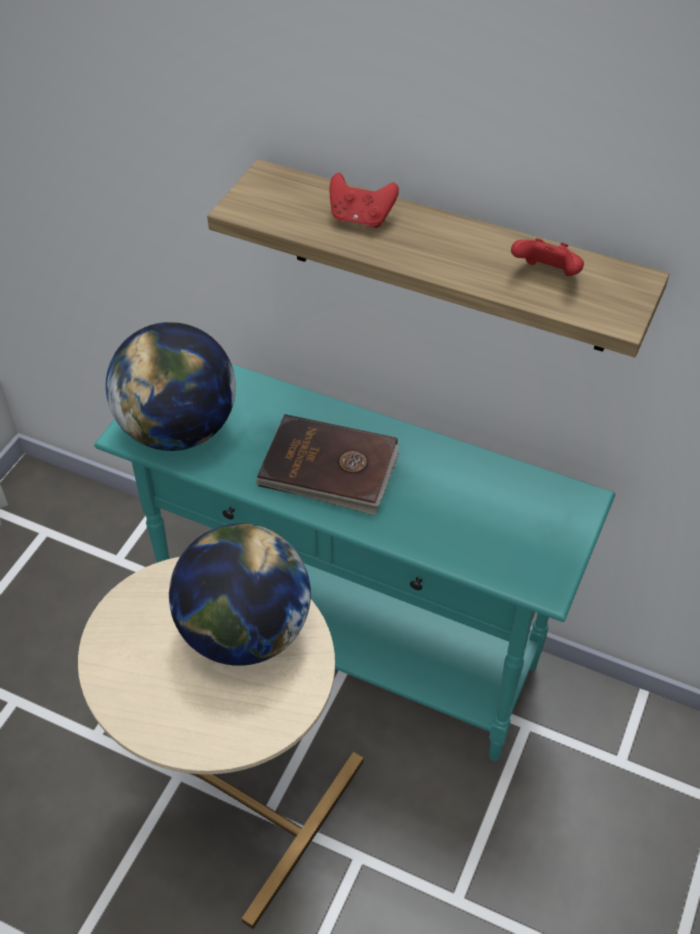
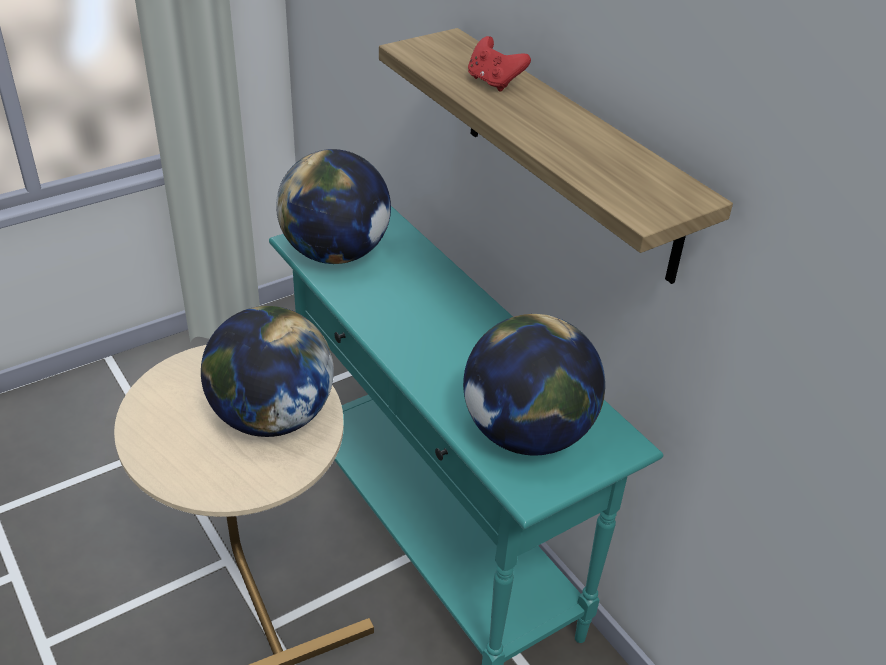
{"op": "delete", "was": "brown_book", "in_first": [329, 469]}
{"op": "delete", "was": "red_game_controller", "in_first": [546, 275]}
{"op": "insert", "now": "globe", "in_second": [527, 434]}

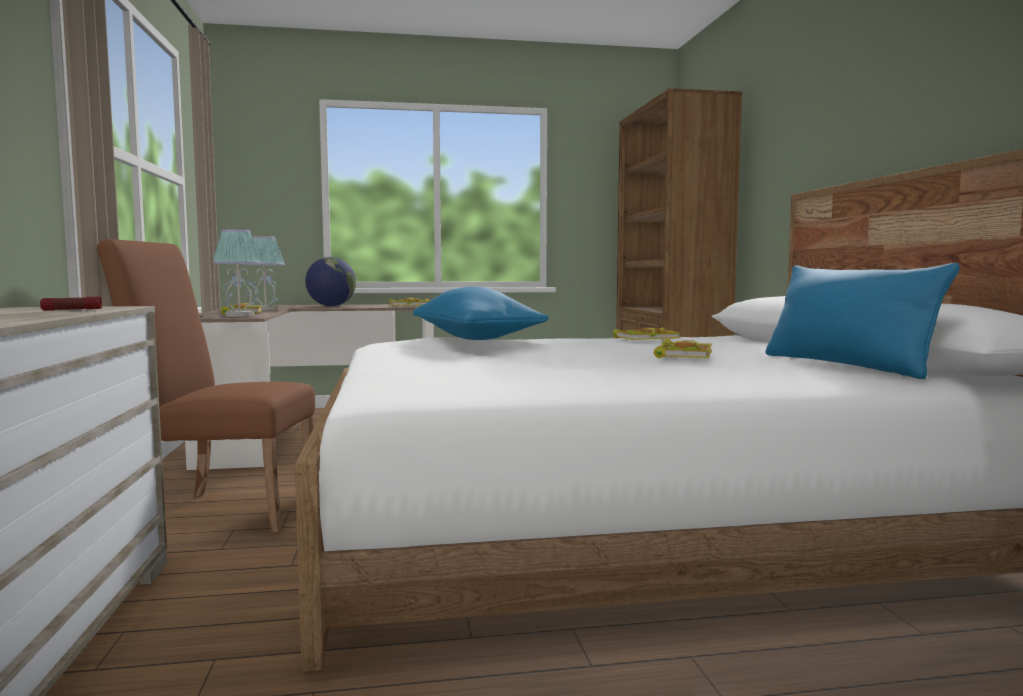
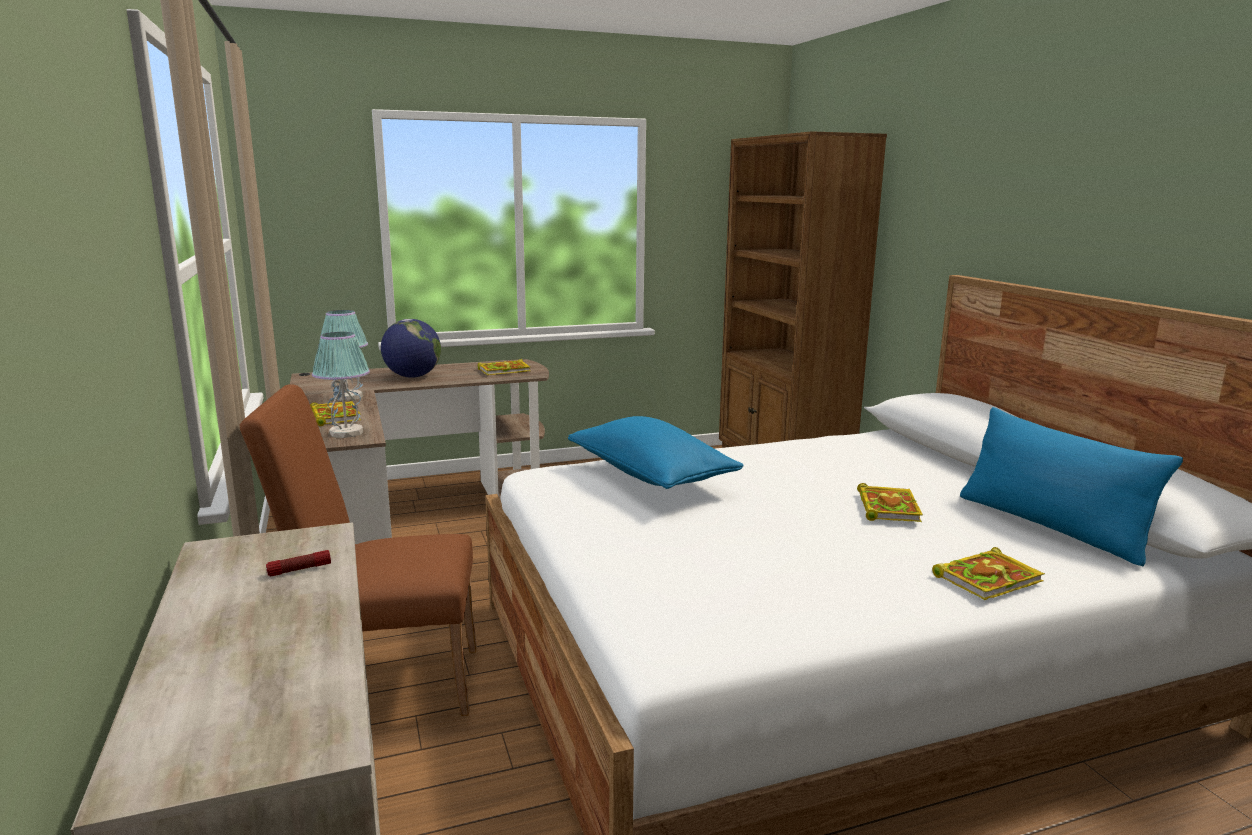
{"op": "move", "was": "book", "in_first": [647, 338], "in_second": [988, 578]}

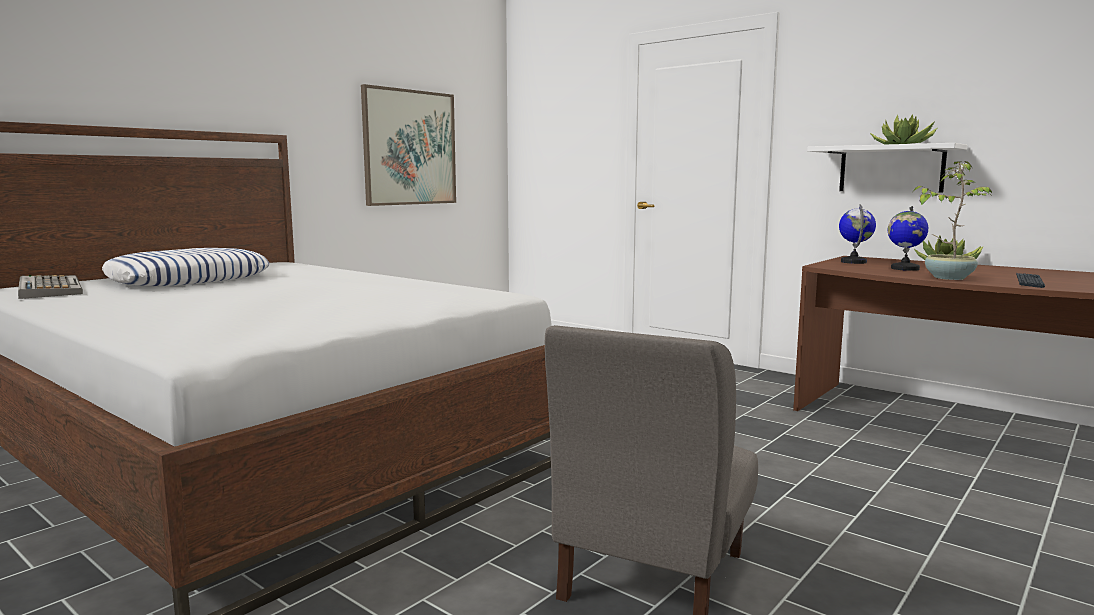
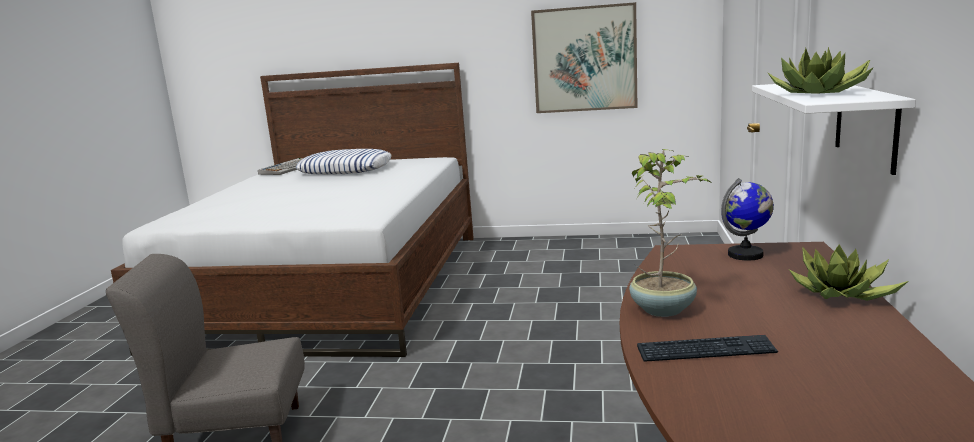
{"op": "delete", "was": "globe", "in_first": [904, 268]}

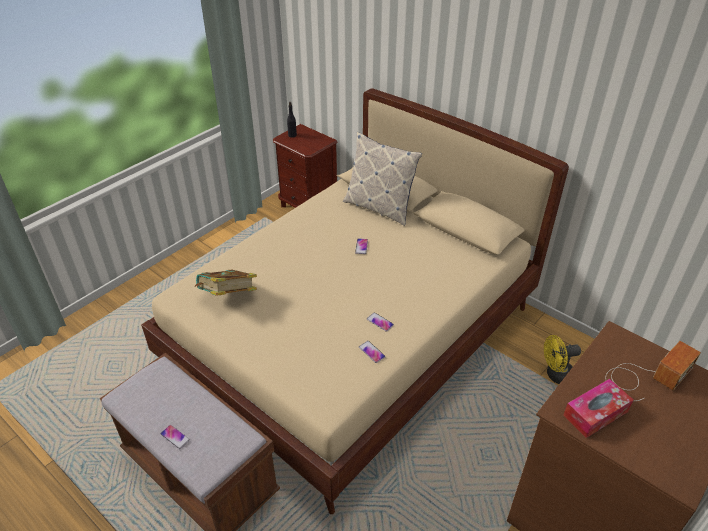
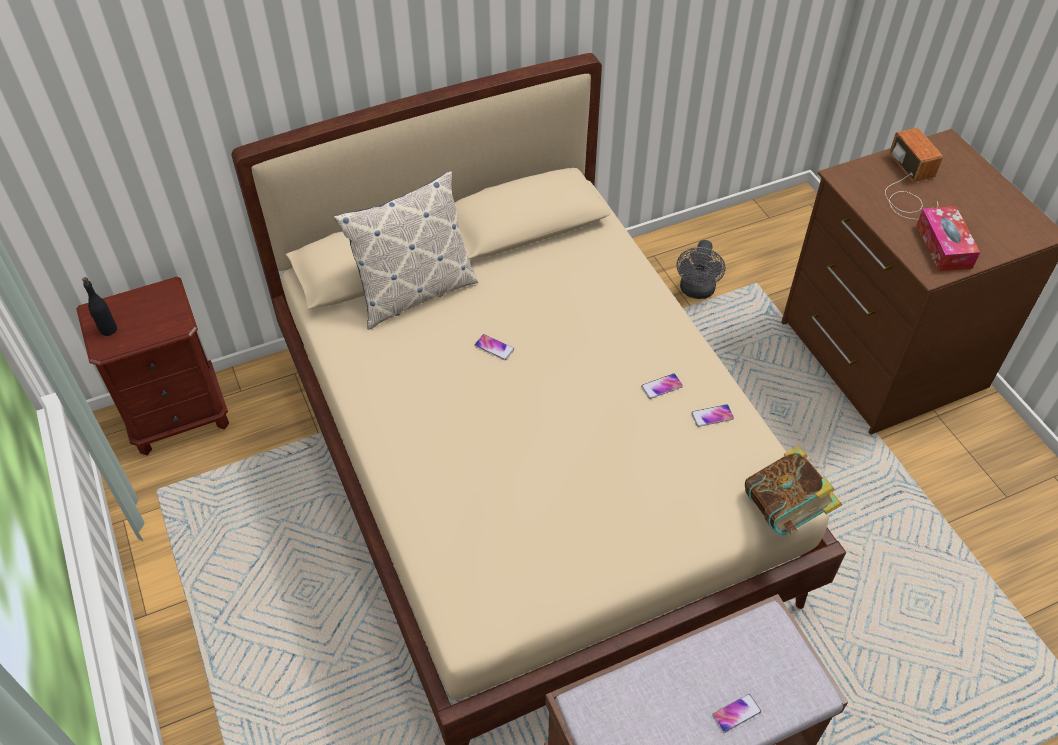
{"op": "move", "was": "book", "in_first": [228, 297], "in_second": [785, 510]}
{"op": "recolor", "was": "yellow_fan", "now": "grey_fan", "in_first": [555, 375], "in_second": [696, 291]}

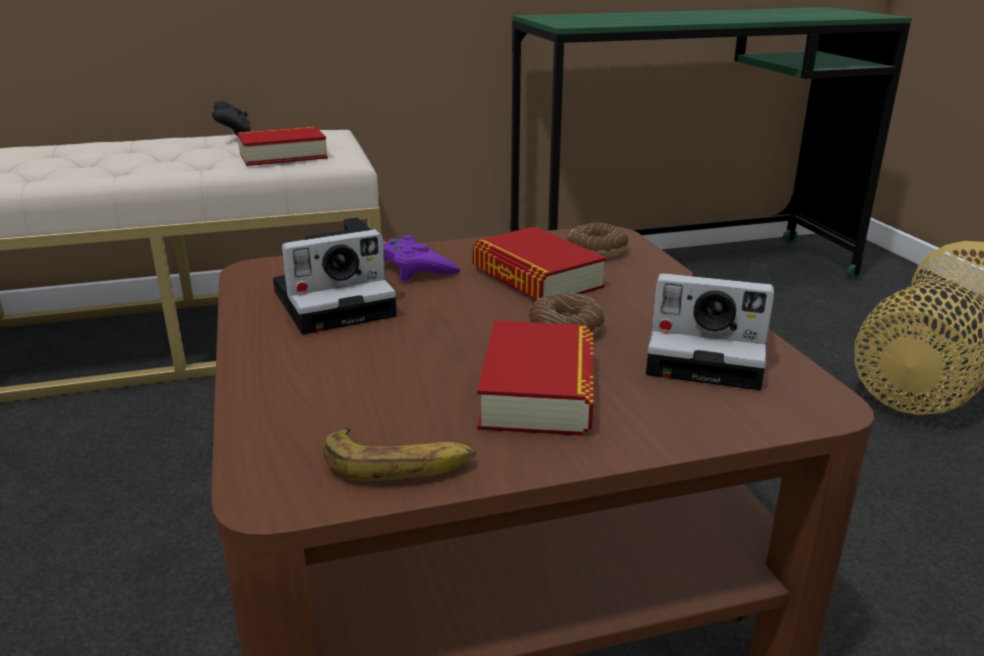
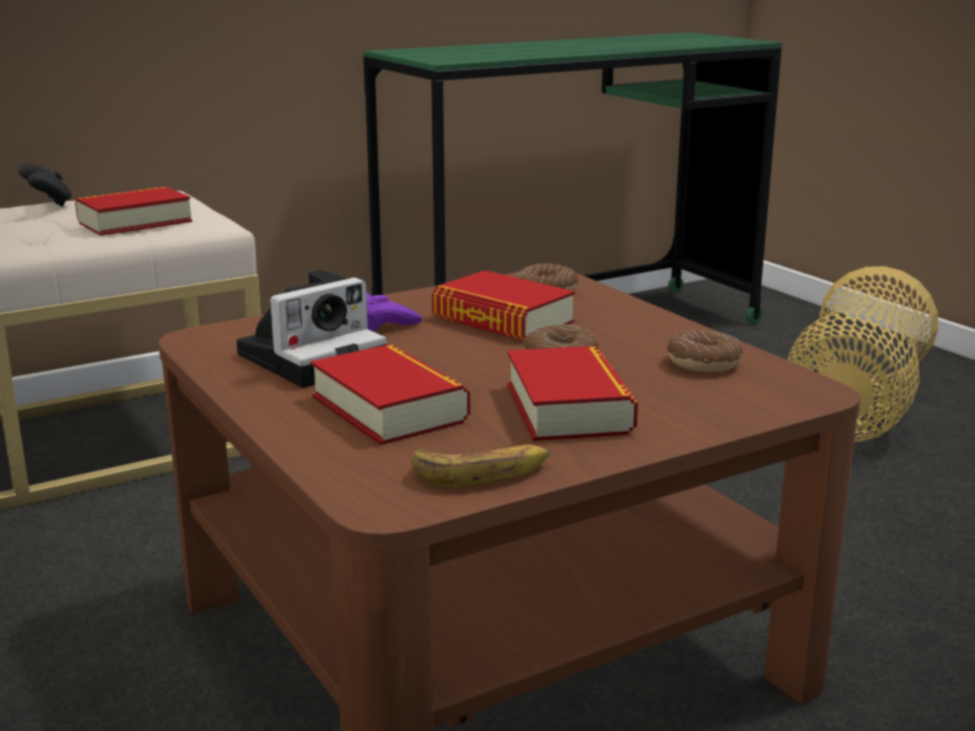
{"op": "insert", "now": "book", "in_second": [389, 408]}
{"op": "replace", "was": "photo_camera", "now": "donut", "in_first": [712, 351], "in_second": [704, 363]}

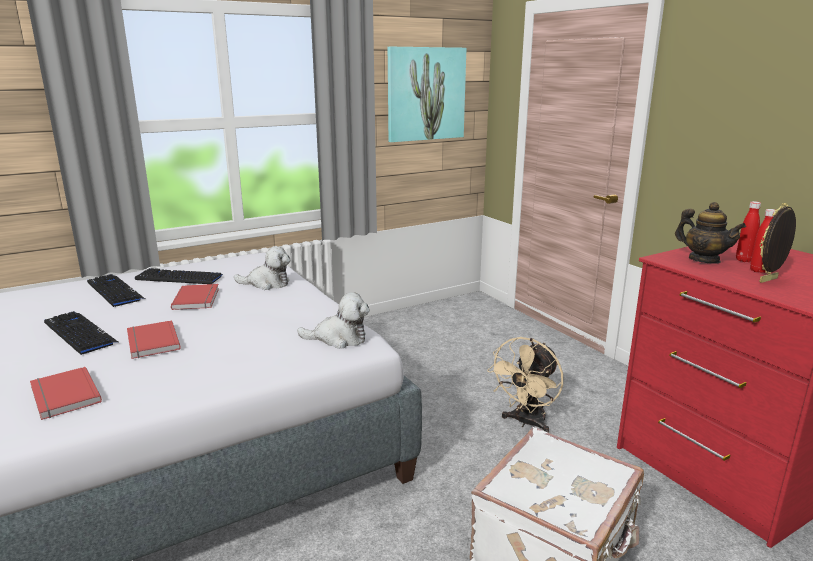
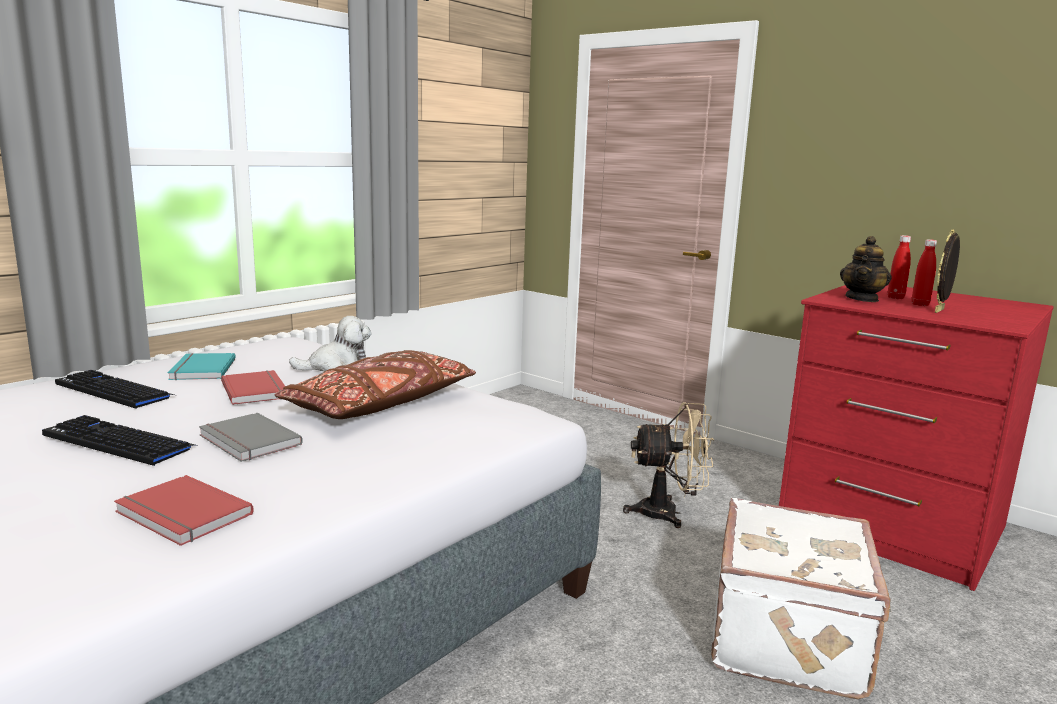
{"op": "delete", "was": "plush_toy", "in_first": [339, 338]}
{"op": "delete", "was": "picture", "in_first": [426, 94]}
{"op": "insert", "now": "brown_pillow", "in_second": [381, 404]}
{"op": "replace", "was": "keyboard", "now": "turquoise_book", "in_first": [180, 278], "in_second": [200, 369]}
{"op": "recolor", "was": "red_book", "now": "grey_book", "in_first": [151, 342], "in_second": [247, 441]}
{"op": "rotate", "was": "beige_fan", "in_first": [526, 422], "in_second": [668, 513], "clockwise": -105}
{"op": "rotate", "was": "teapot", "in_first": [704, 260], "in_second": [862, 299], "clockwise": 90}

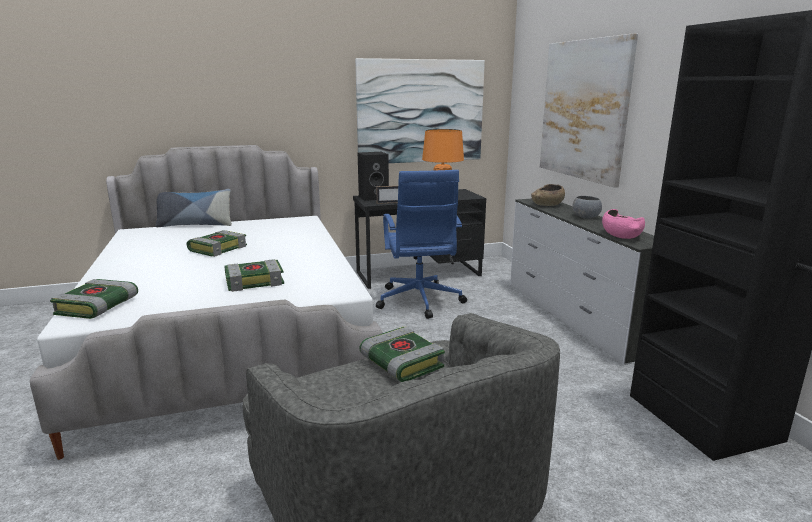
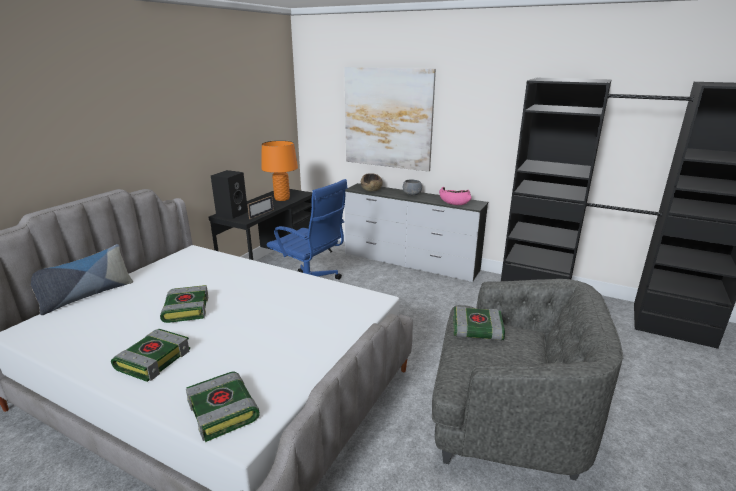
{"op": "delete", "was": "picture", "in_first": [420, 111]}
{"op": "move", "was": "book", "in_first": [255, 281], "in_second": [153, 359]}

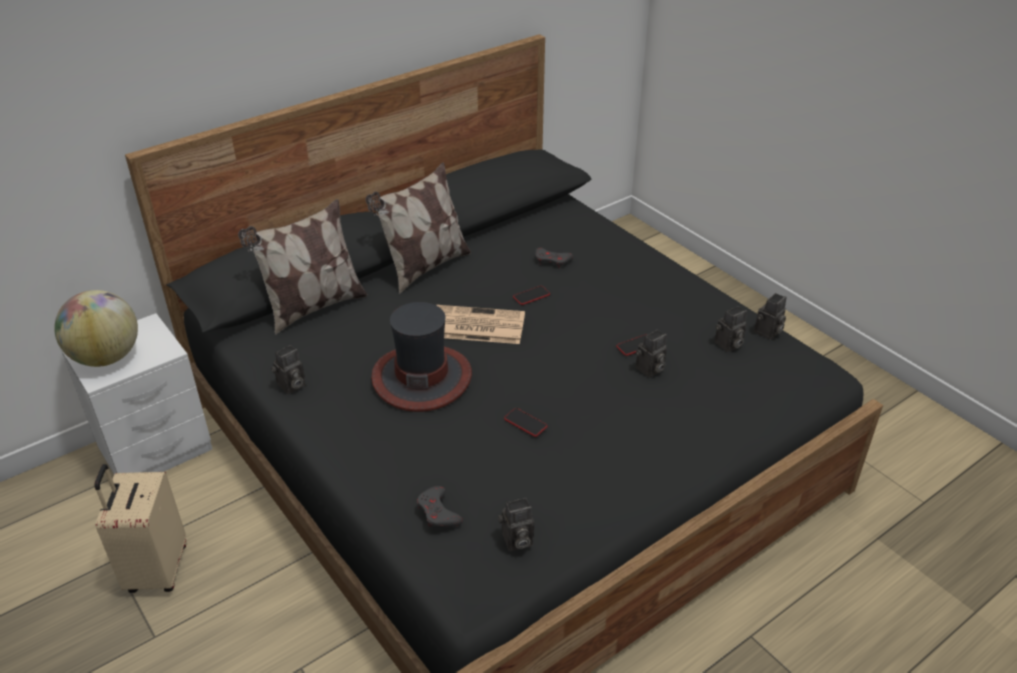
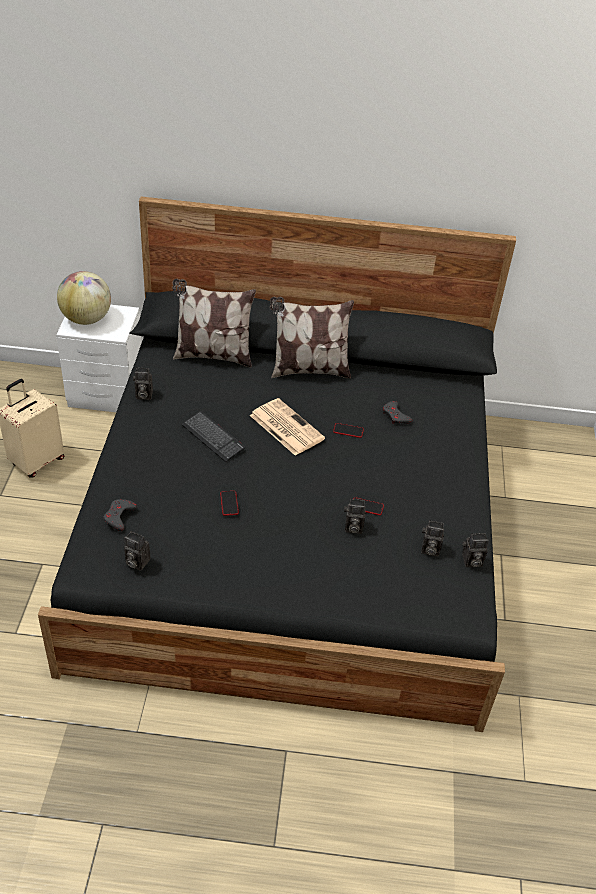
{"op": "replace", "was": "hat", "now": "keyboard", "in_first": [422, 377], "in_second": [213, 437]}

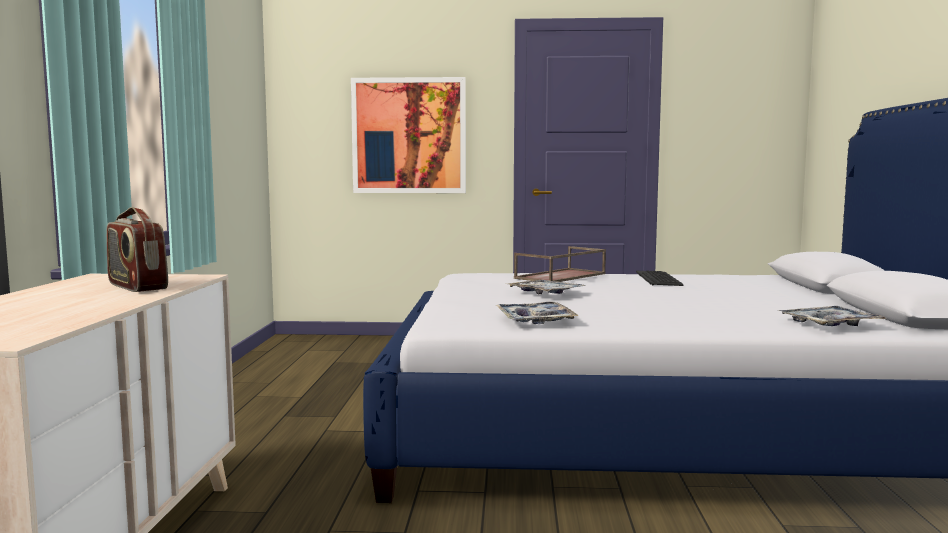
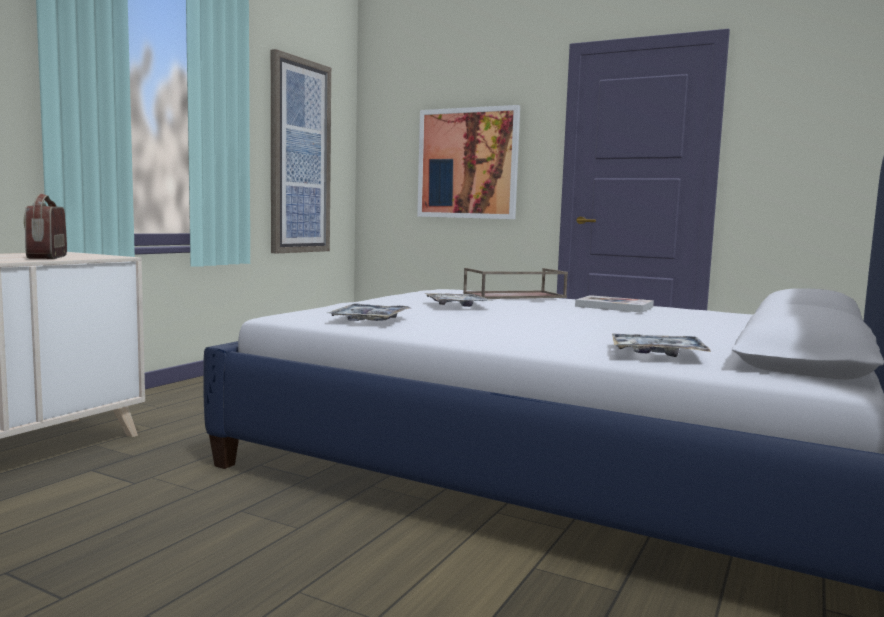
{"op": "insert", "now": "picture", "in_second": [299, 157]}
{"op": "replace", "was": "keyboard", "now": "book", "in_first": [659, 279], "in_second": [614, 306]}

